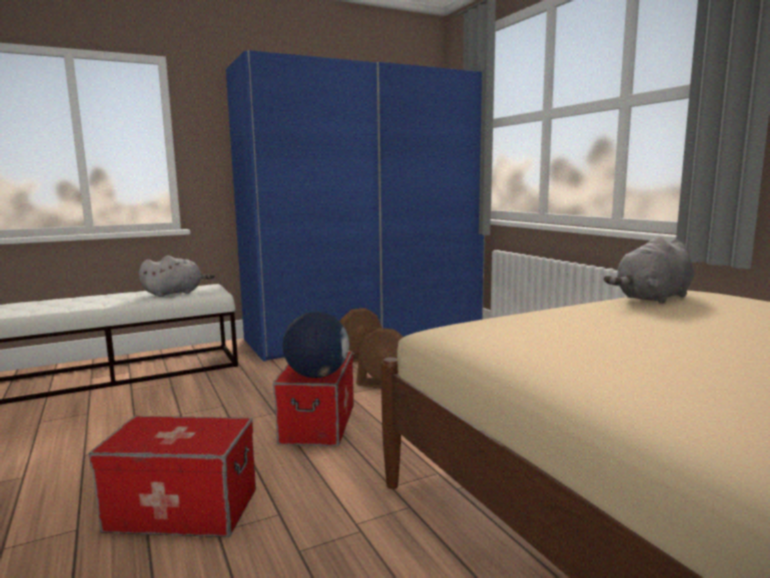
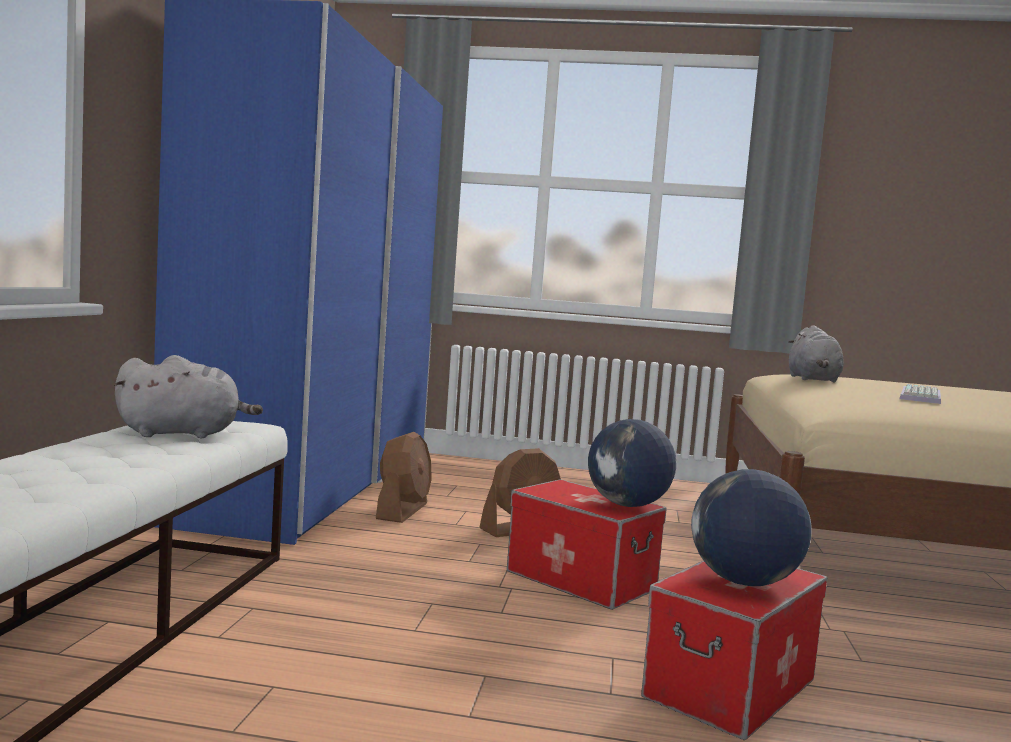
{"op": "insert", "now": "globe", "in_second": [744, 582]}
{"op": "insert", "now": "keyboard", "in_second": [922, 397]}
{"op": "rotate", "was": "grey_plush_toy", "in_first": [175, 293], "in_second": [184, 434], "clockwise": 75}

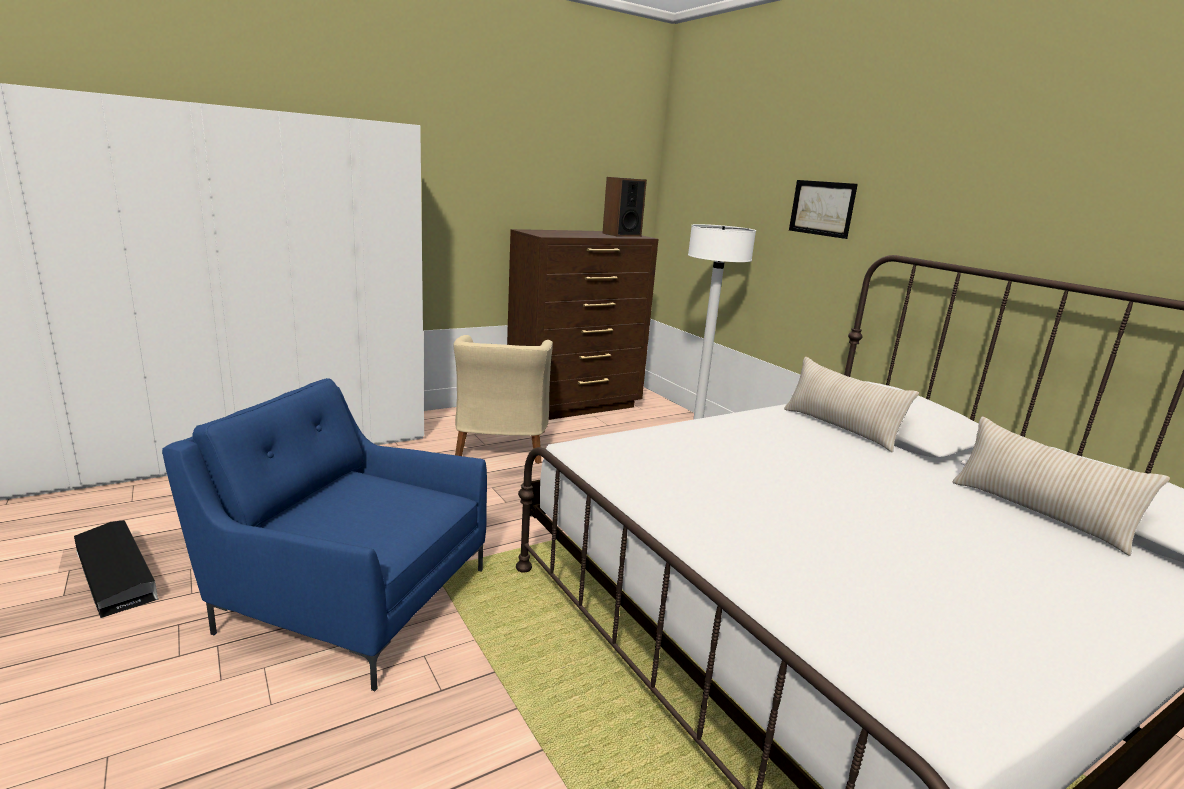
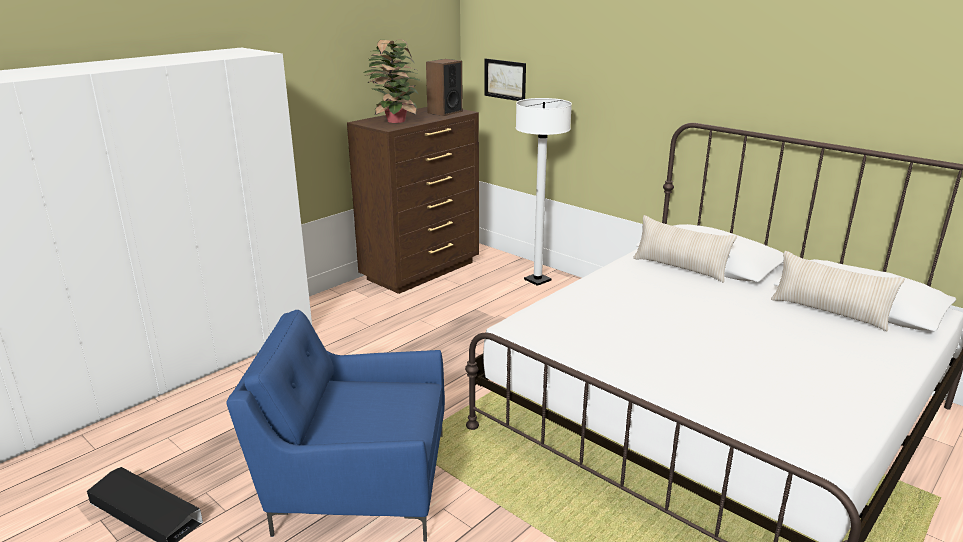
{"op": "delete", "was": "beige_armchair", "in_first": [501, 446]}
{"op": "insert", "now": "potted_plant", "in_second": [394, 121]}
{"op": "move", "was": "picture", "in_first": [822, 208], "in_second": [505, 79]}

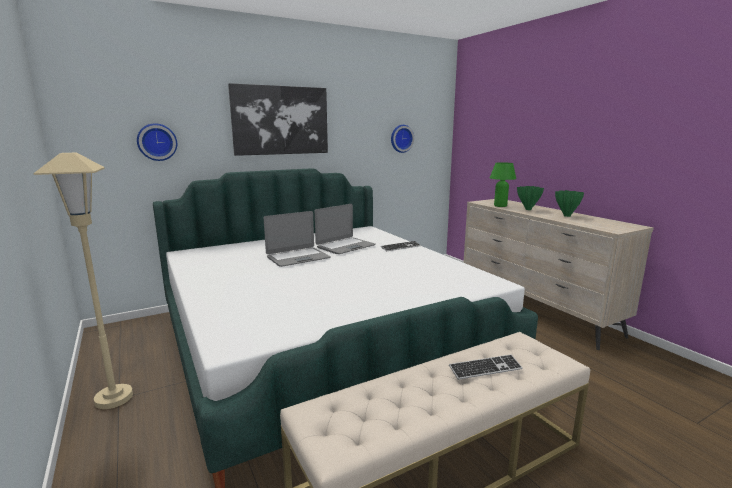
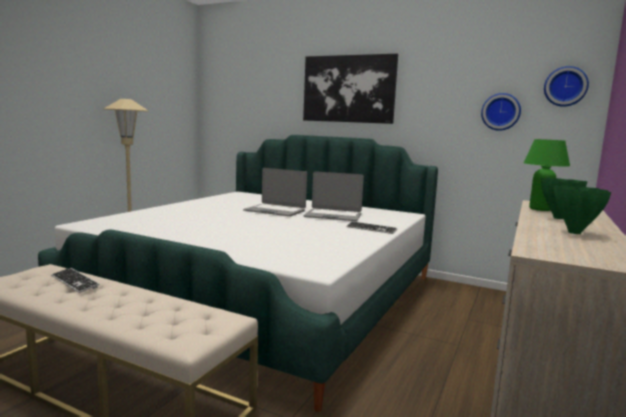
{"op": "move", "was": "wall_clock", "in_first": [157, 142], "in_second": [565, 86]}
{"op": "move", "was": "keyboard", "in_first": [485, 368], "in_second": [74, 282]}

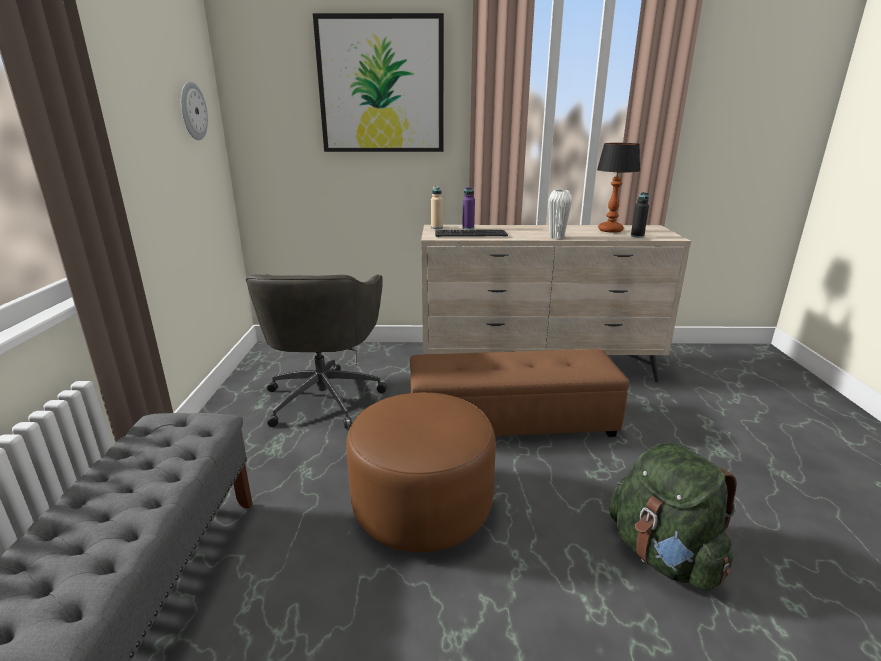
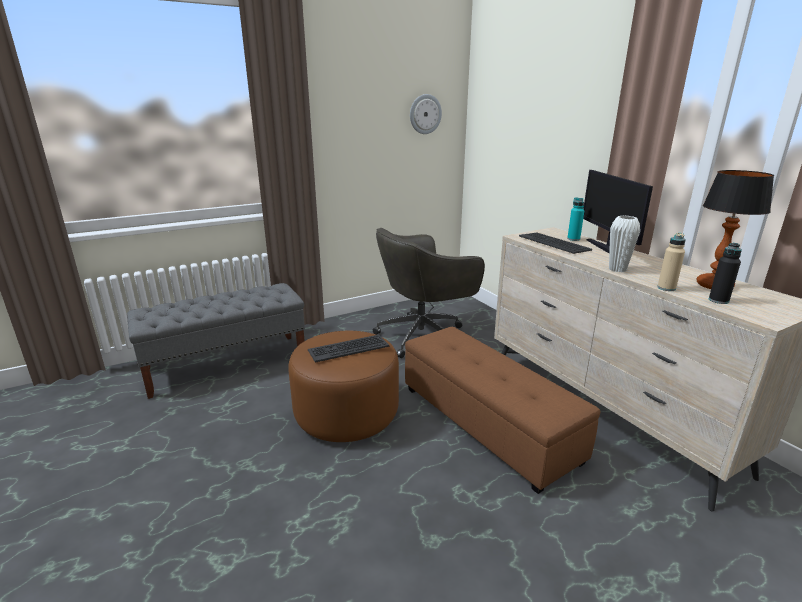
{"op": "delete", "was": "picture", "in_first": [381, 86]}
{"op": "delete", "was": "green_backpack", "in_first": [663, 555]}
{"op": "insert", "now": "keyboard", "in_second": [348, 348]}
{"op": "insert", "now": "monitor", "in_second": [607, 249]}
{"op": "move", "was": "beige_bottle", "in_first": [436, 228], "in_second": [666, 288]}
{"op": "recolor", "was": "purple_bottle", "now": "turquoise_bottle", "in_first": [468, 228], "in_second": [573, 239]}

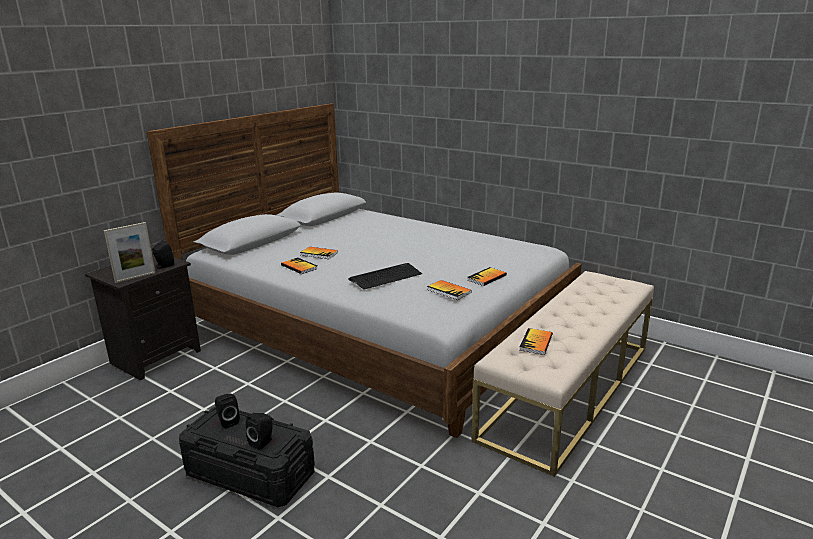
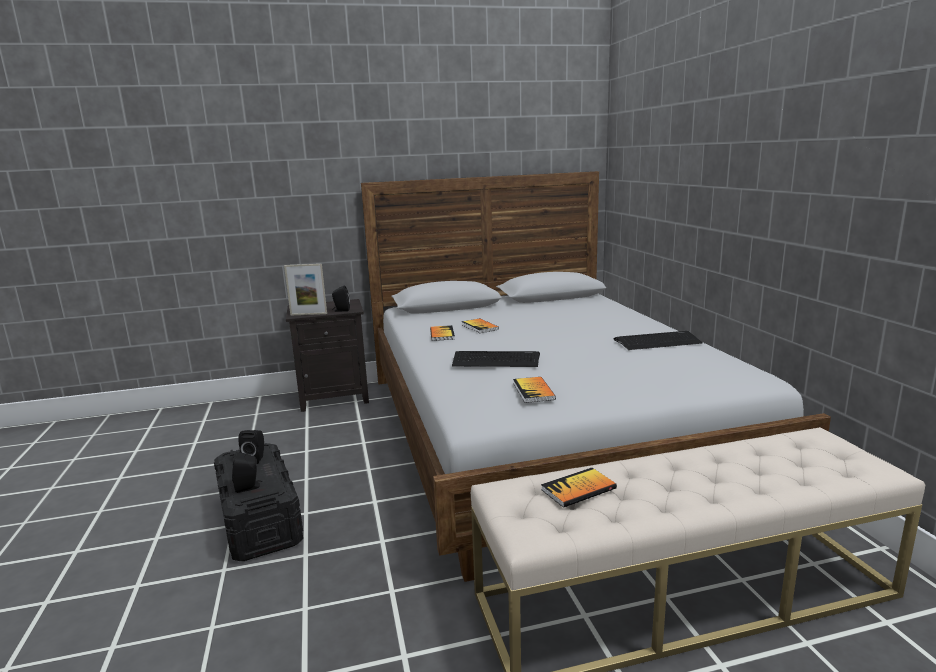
{"op": "delete", "was": "book", "in_first": [486, 277]}
{"op": "insert", "now": "keyboard", "in_second": [657, 342]}

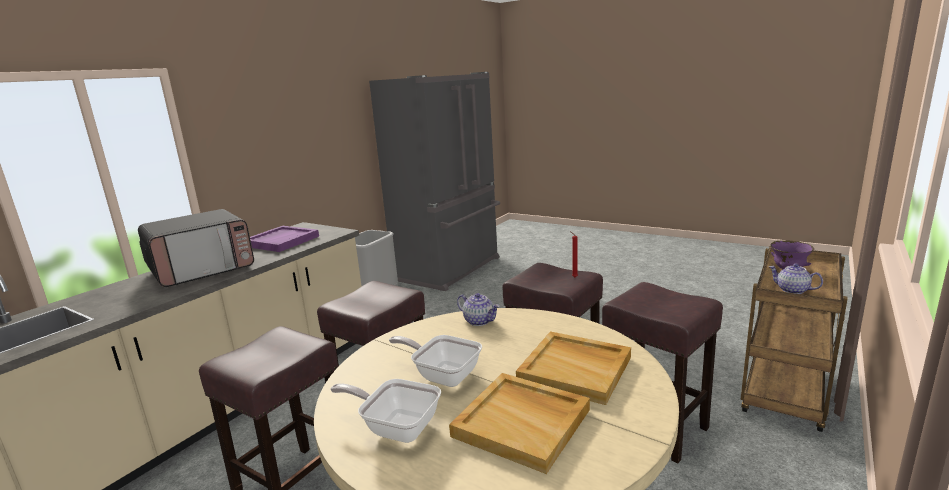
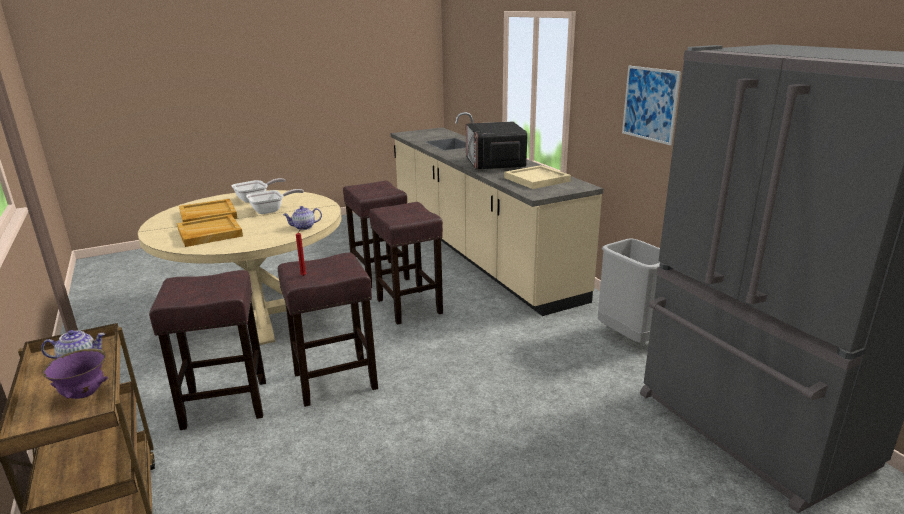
{"op": "insert", "now": "picture", "in_second": [650, 104]}
{"op": "recolor", "was": "purple_tray", "now": "beige_tray", "in_first": [281, 241], "in_second": [537, 179]}

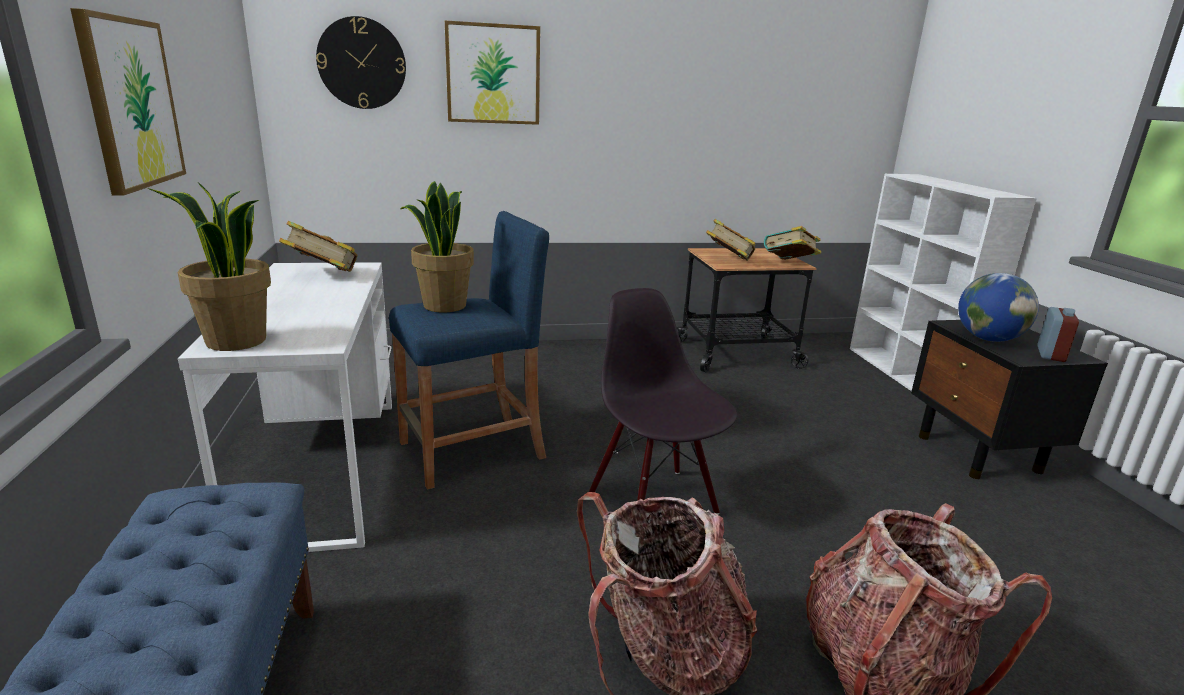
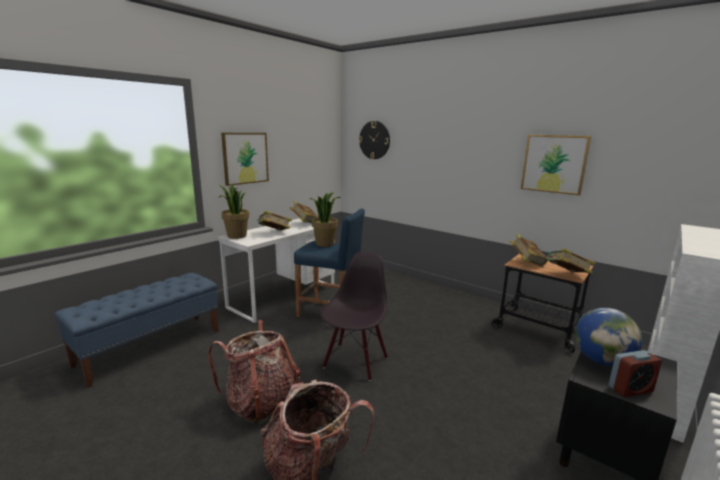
{"op": "insert", "now": "book", "in_second": [274, 233]}
{"op": "move", "was": "picture", "in_first": [493, 74], "in_second": [554, 164]}

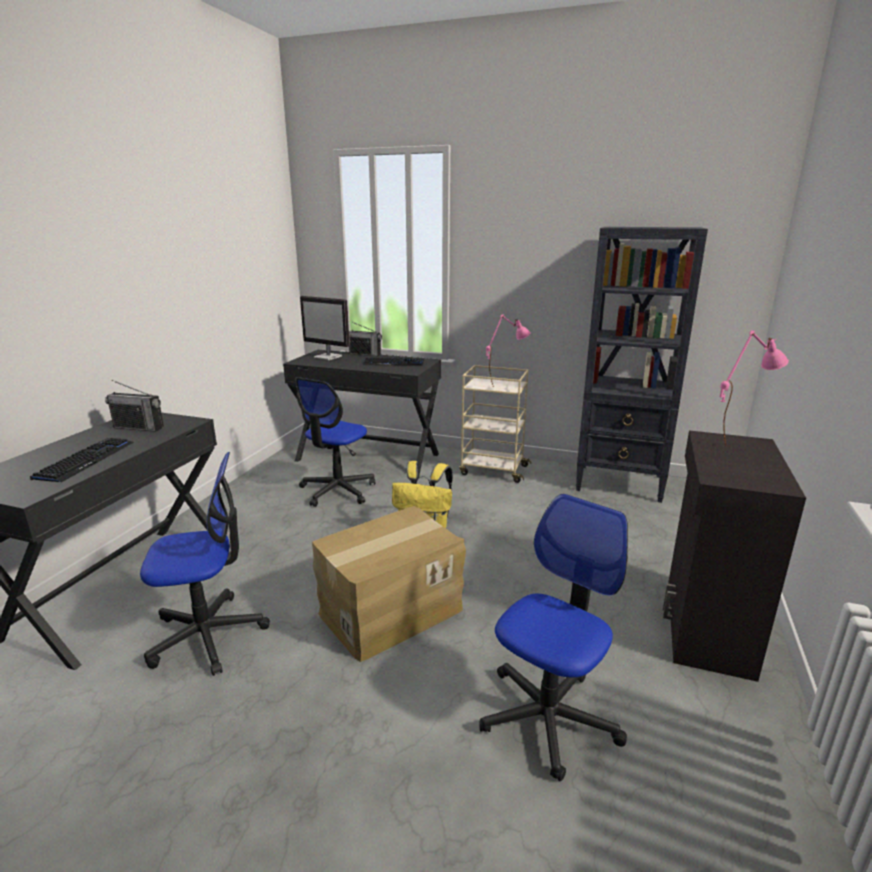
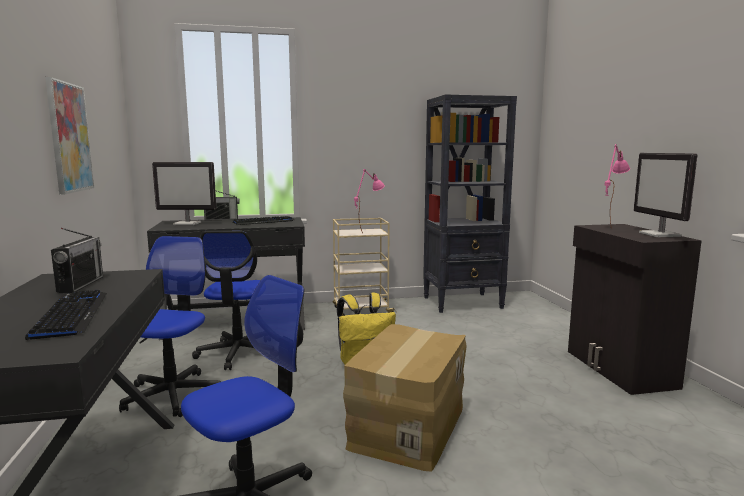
{"op": "insert", "now": "picture", "in_second": [69, 137]}
{"op": "insert", "now": "monitor", "in_second": [660, 235]}
{"op": "move", "was": "office_chair", "in_first": [548, 717], "in_second": [173, 395]}
{"op": "rotate", "was": "radio", "in_first": [139, 427], "in_second": [81, 284], "clockwise": -75}

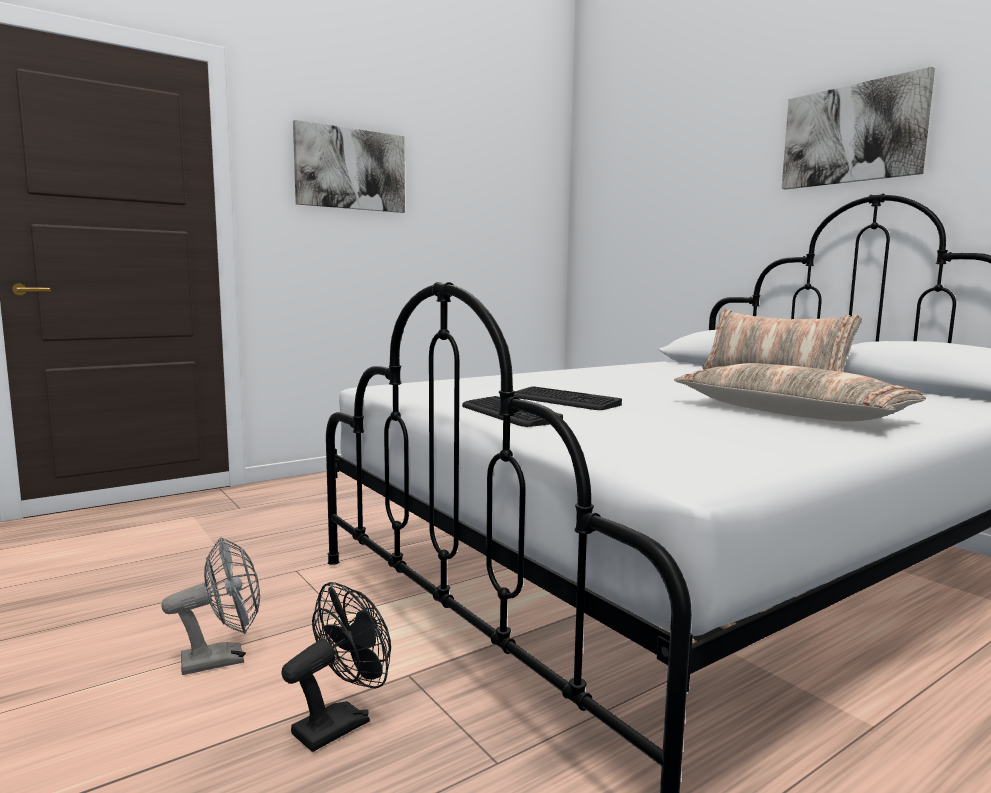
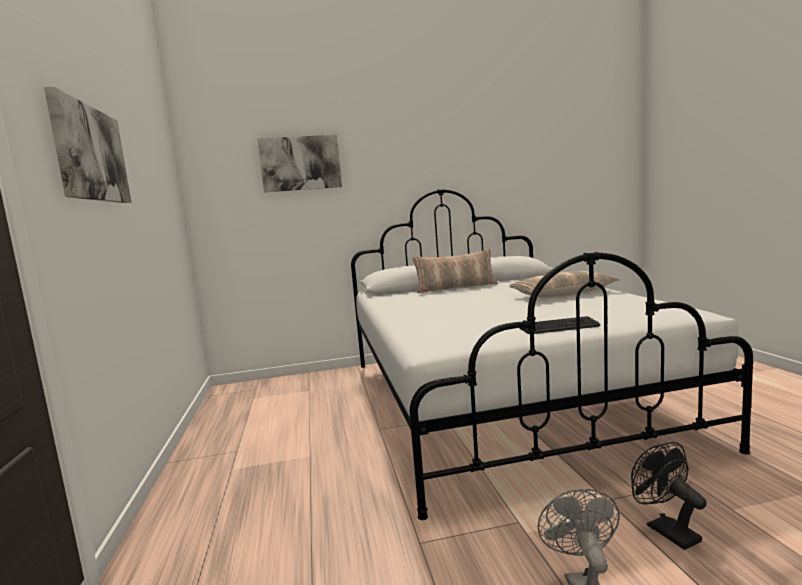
{"op": "delete", "was": "keyboard", "in_first": [563, 400]}
{"op": "move", "was": "picture", "in_first": [853, 134], "in_second": [300, 163]}

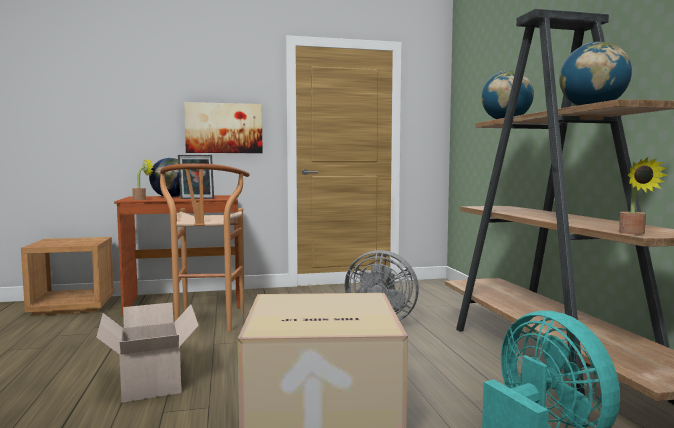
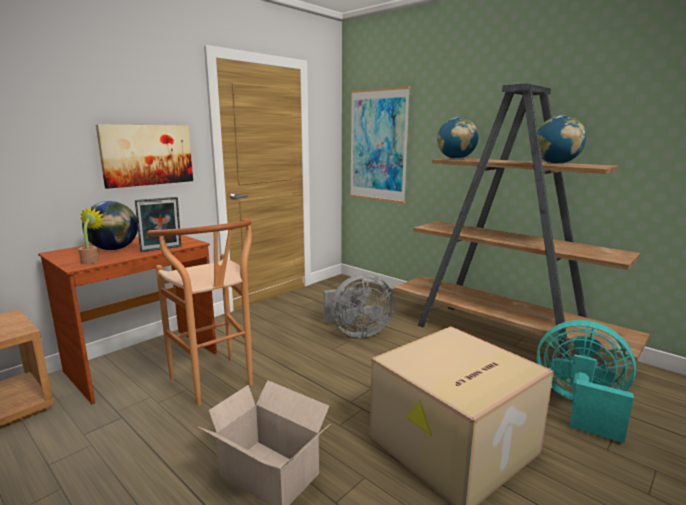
{"op": "delete", "was": "potted_plant", "in_first": [634, 233]}
{"op": "insert", "now": "picture", "in_second": [378, 145]}

